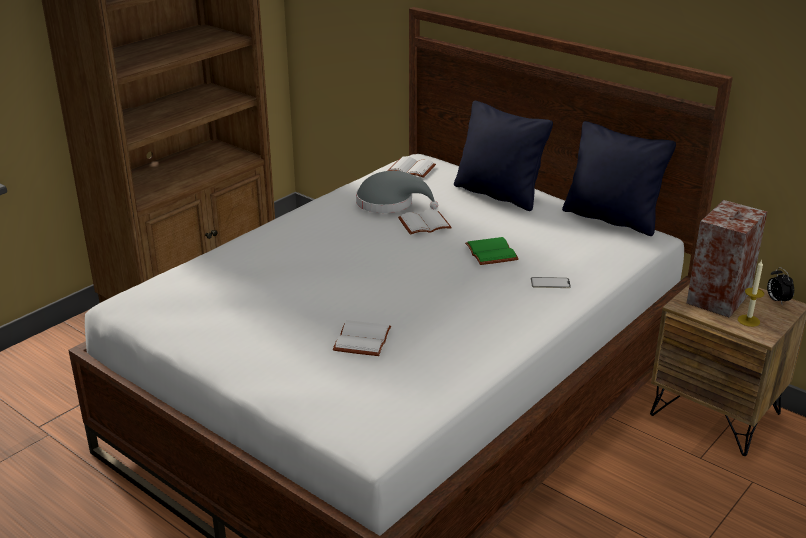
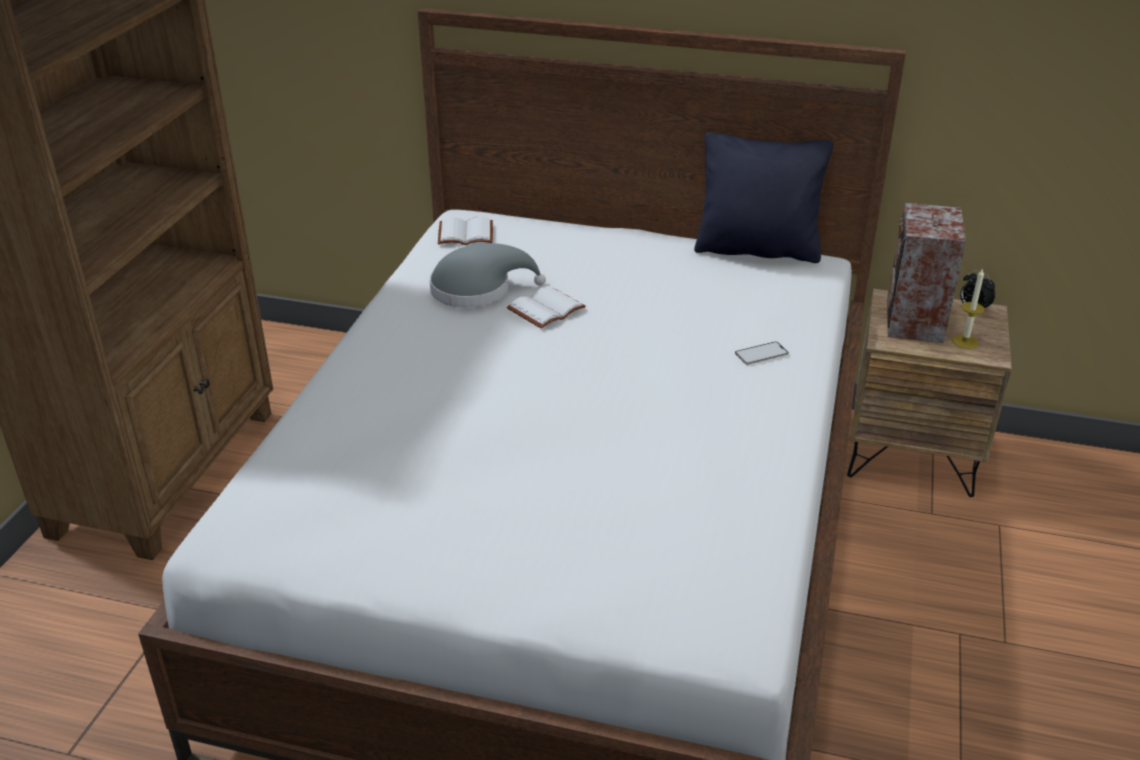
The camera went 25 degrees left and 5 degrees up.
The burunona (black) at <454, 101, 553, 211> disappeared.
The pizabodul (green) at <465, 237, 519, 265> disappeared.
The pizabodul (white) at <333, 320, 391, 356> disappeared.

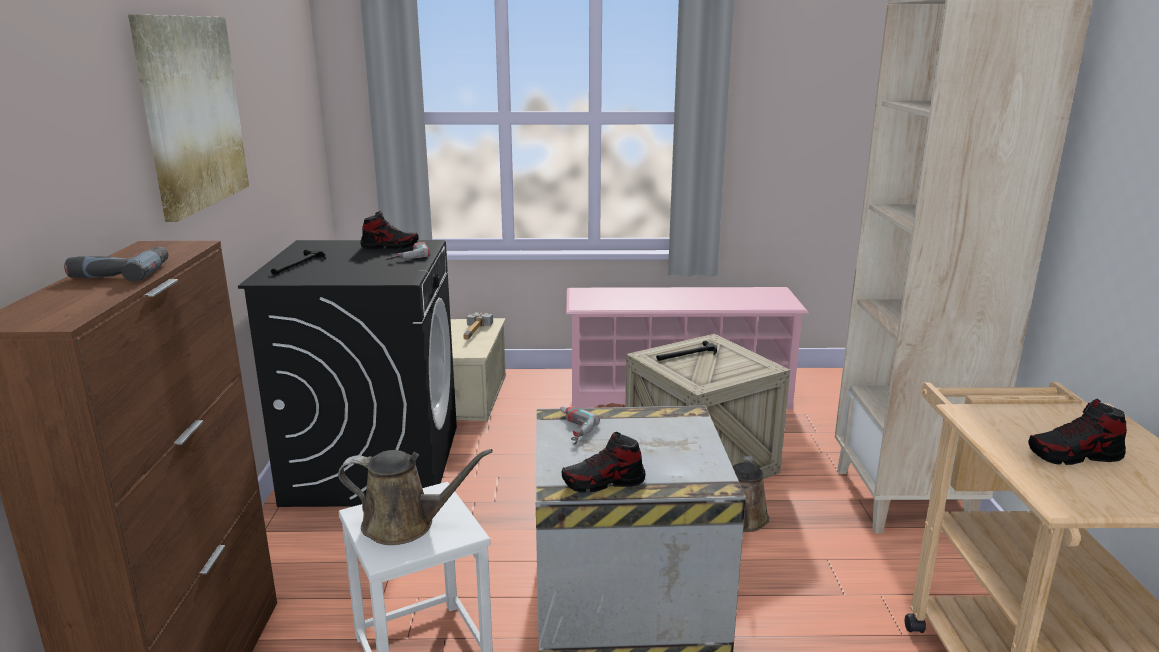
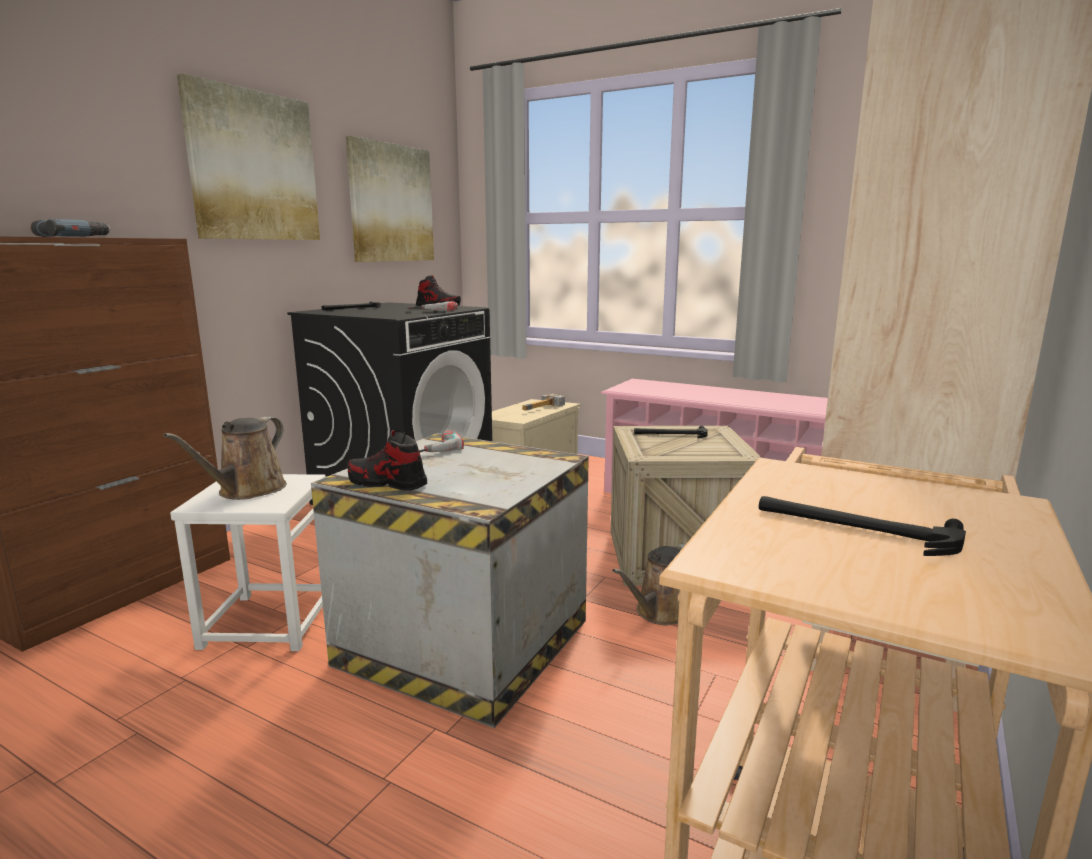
The camera went 30 degrees right and 5 degrees down.
The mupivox at <1028, 399, 1127, 465> was replaced by the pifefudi at <759, 496, 966, 556>.
The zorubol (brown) at <338, 449, 493, 545> turned 75 degrees clockwise.
The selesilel at <346, 136, 434, 262> appeared.

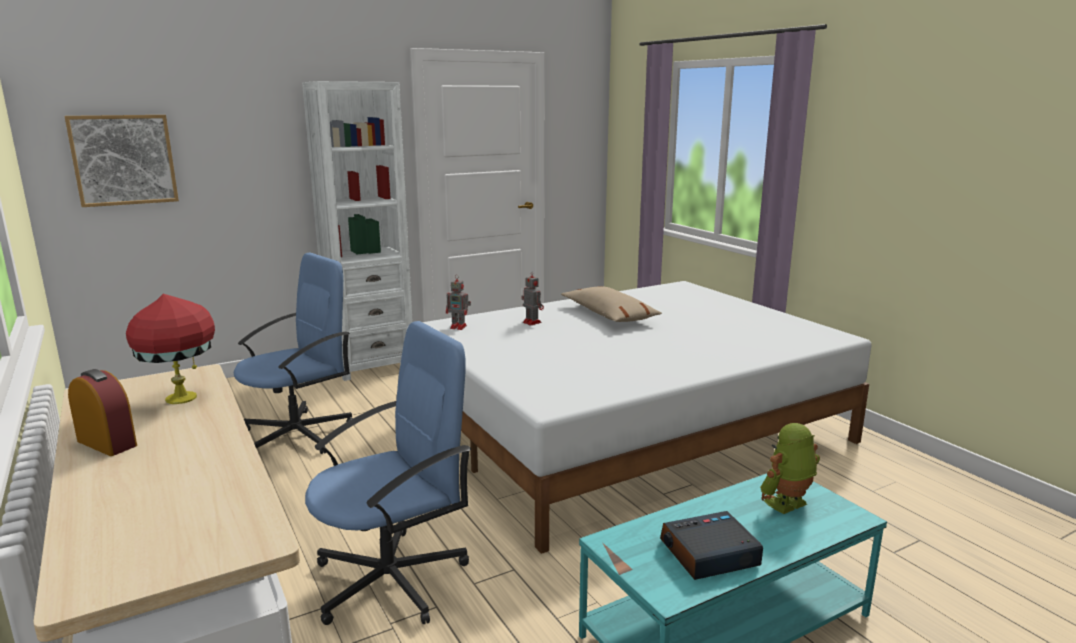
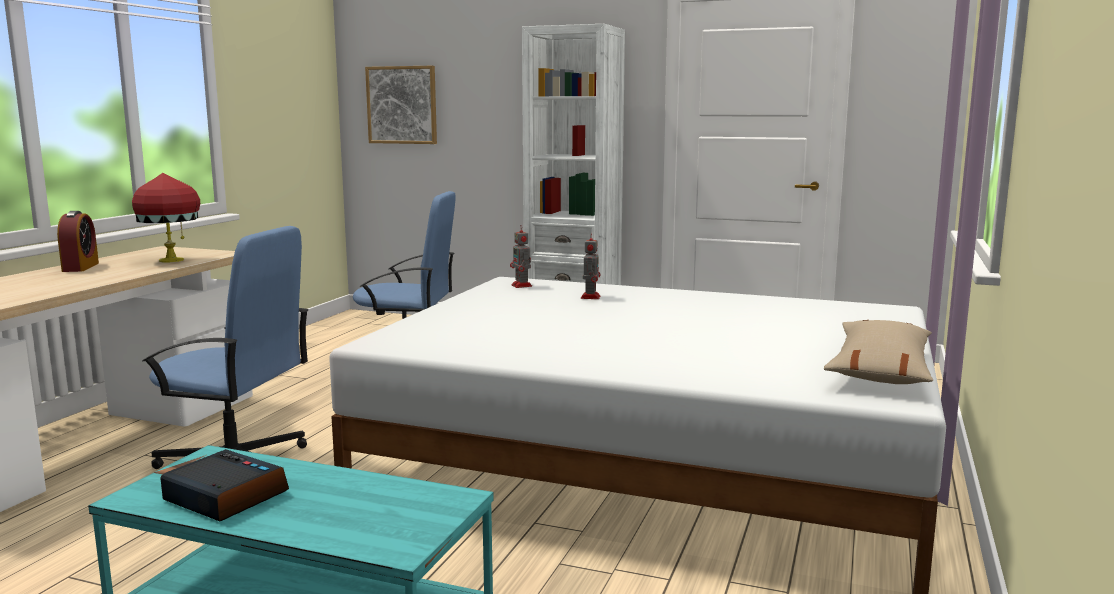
The camera went 50 degrees right and 5 degrees down.
The burunona (beige) moved from <561, 286, 662, 322> to <824, 320, 933, 384>.
The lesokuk at <760, 423, 820, 514> disappeared.

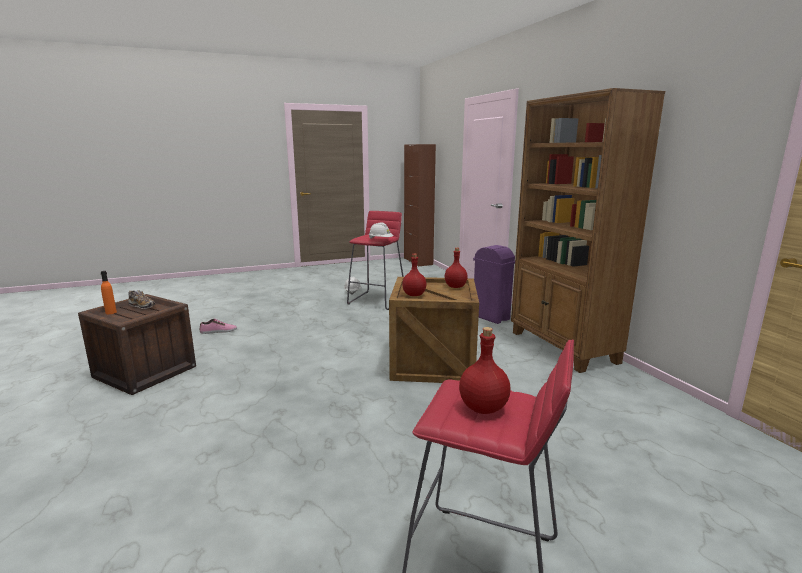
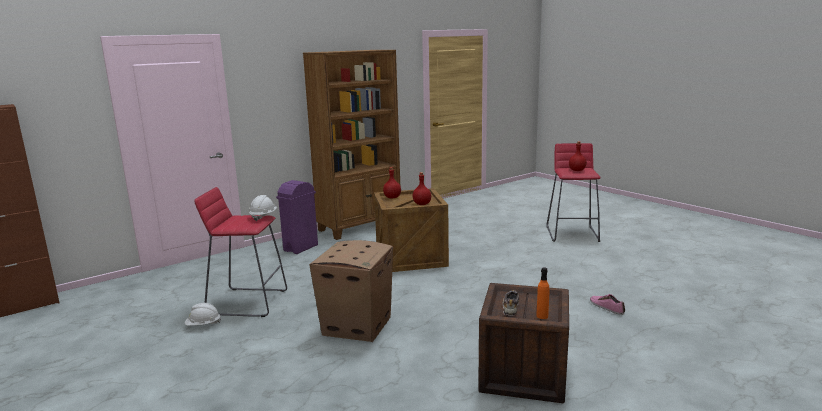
The camera went 105 degrees left and 0 degrees up.
The mupivox moved from <200, 319, 237, 334> to <590, 294, 625, 315>.
The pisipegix at <309, 240, 393, 342> appeared.

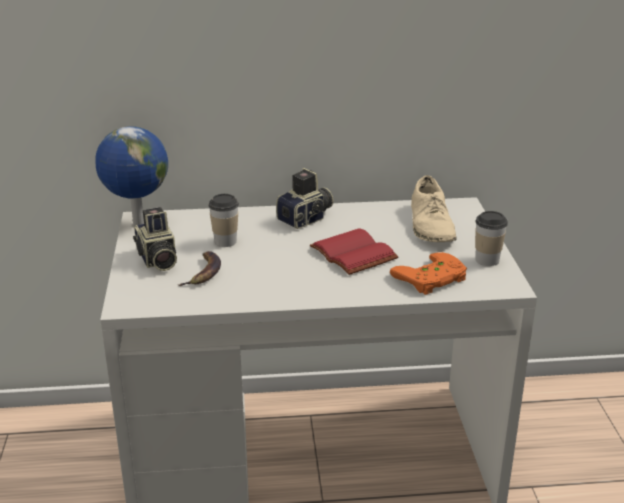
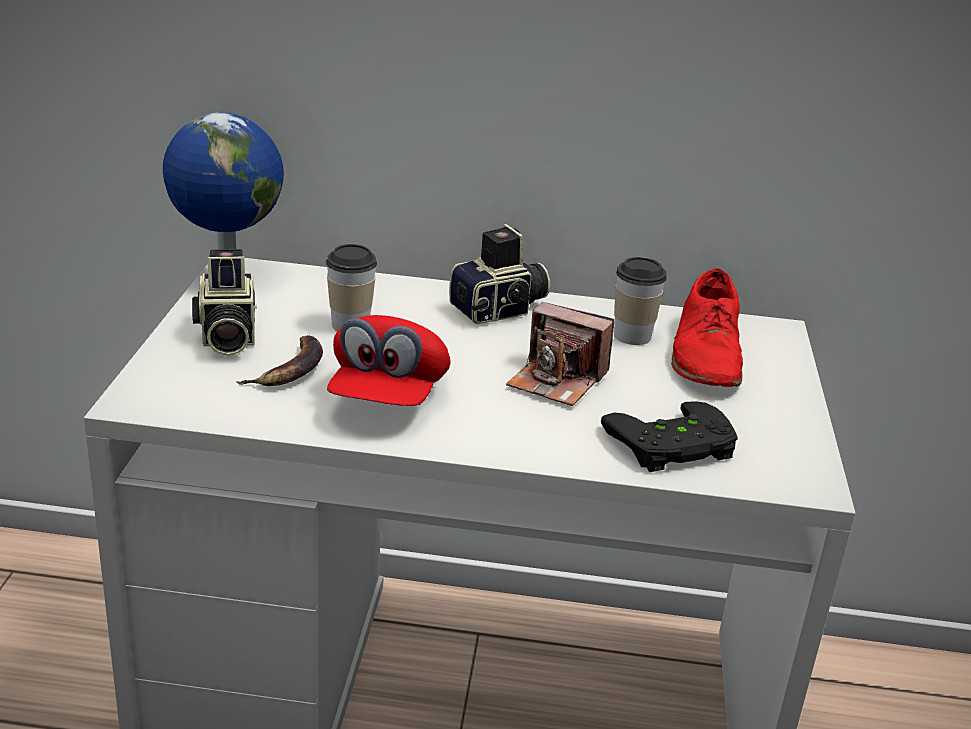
The camera went 10 degrees right and 0 degrees up.
The mupivox (beige) at <411, 175, 457, 242> became the mupivox (red) at <671, 268, 743, 387>.
The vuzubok moved from <475, 211, 508, 266> to <614, 257, 667, 345>.
The pizabodul (red) at <310, 228, 399, 275> was replaced by the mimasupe at <506, 302, 614, 406>.
The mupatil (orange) at <390, 252, 467, 295> became the mupatil (black) at <601, 401, 738, 472>.
The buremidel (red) at <327, 315, 451, 406> appeared.

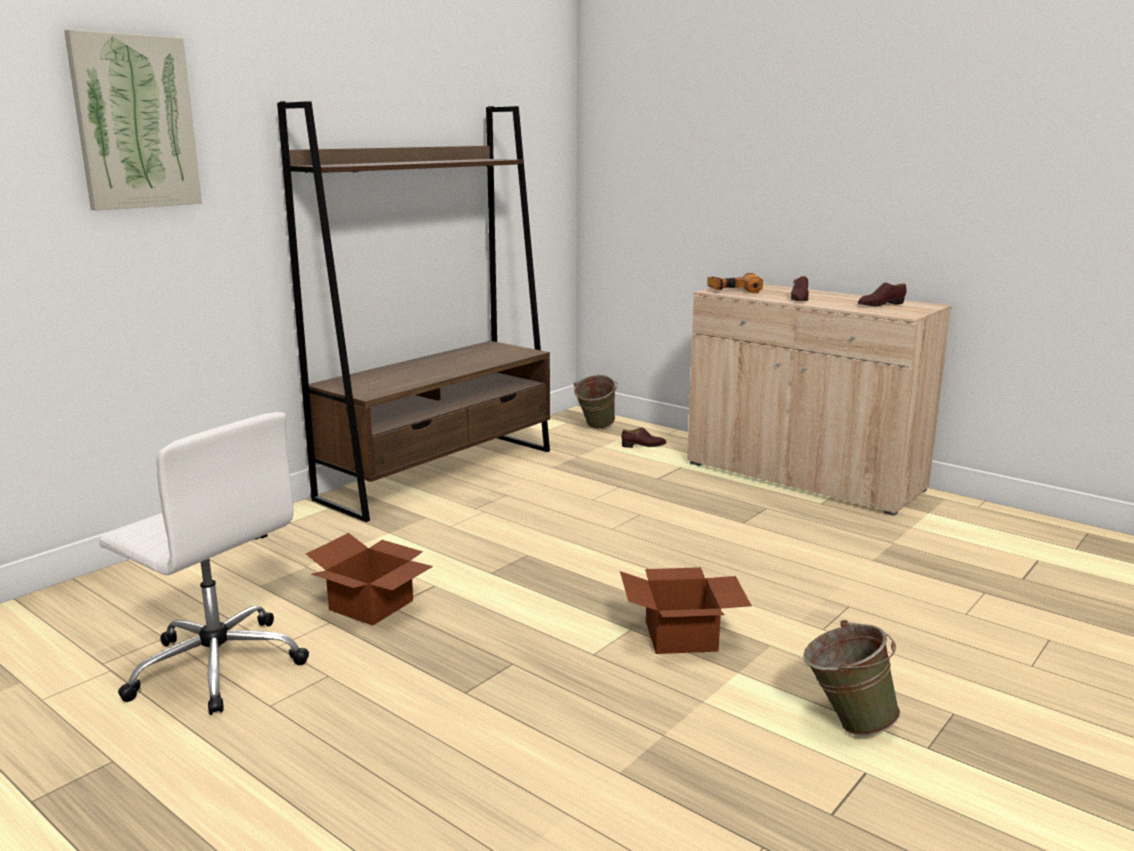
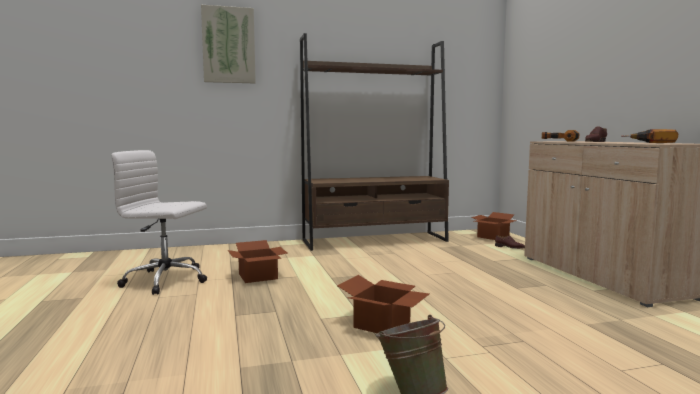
The camera went 35 degrees right and 10 degrees down.
The mupivox (brown) at <858, 283, 907, 306> was replaced by the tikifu at <621, 129, 678, 143>.
The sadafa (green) at <574, 375, 618, 429> was replaced by the pisipegix at <471, 212, 517, 240>.
The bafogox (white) at <99, 412, 309, 715> turned 120 degrees clockwise.

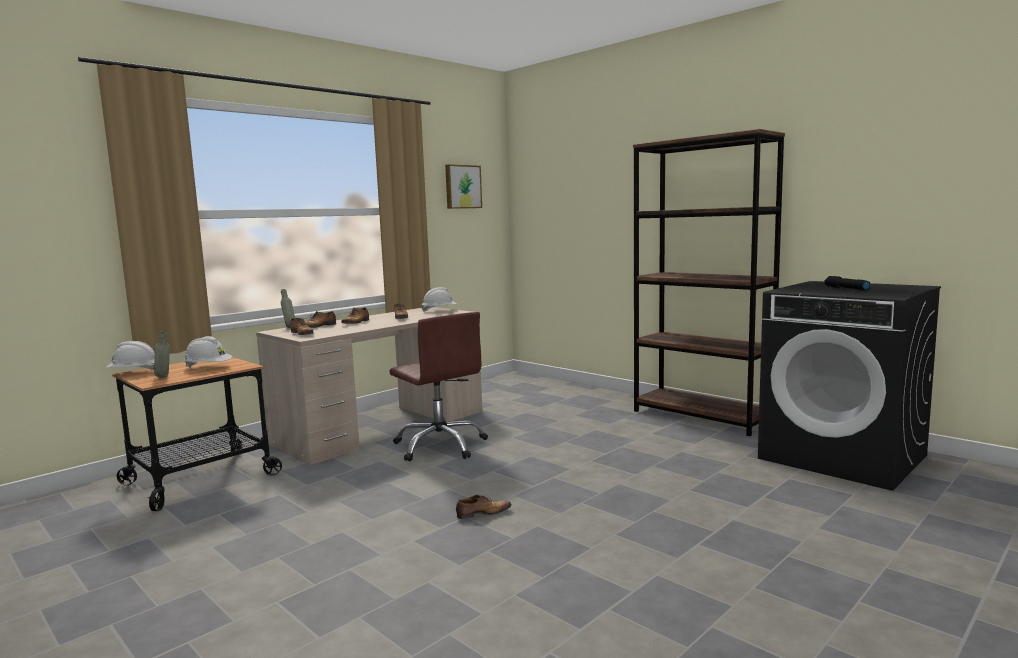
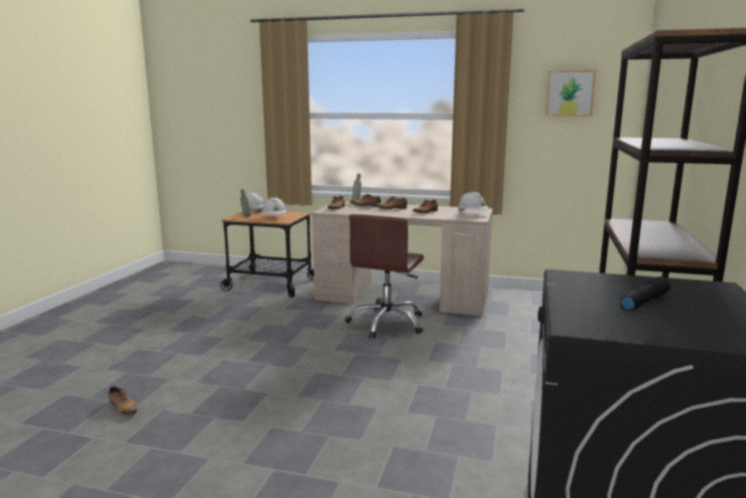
The camera went 60 degrees right and 5 degrees up.
The mupivox moved from <456, 495, 512, 519> to <108, 386, 137, 415>.

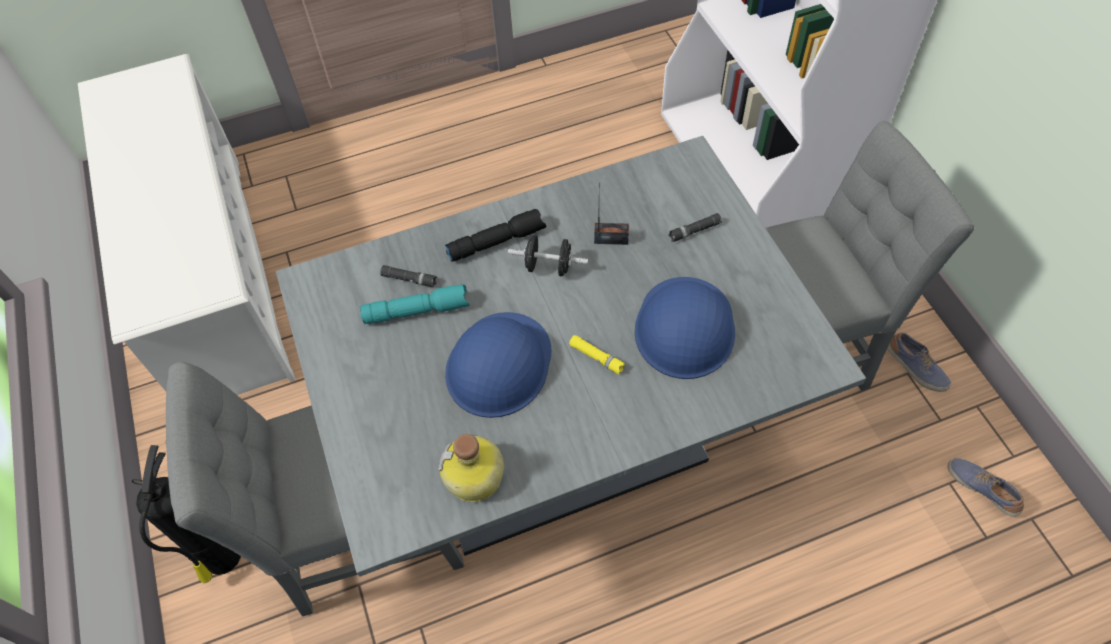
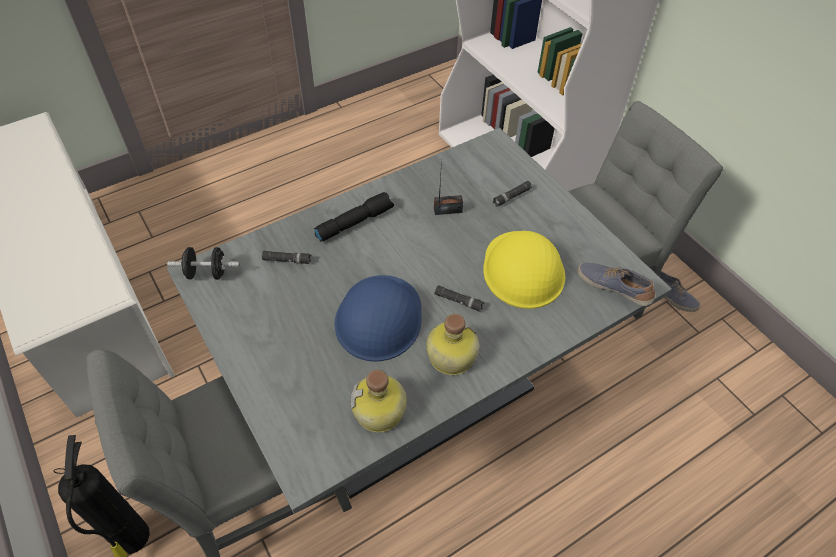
The camera went 15 degrees left and 5 degrees down.
The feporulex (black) moved from <508, 235, 588, 276> to <167, 247, 239, 280>.
The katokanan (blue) at <635, 277, 735, 379> became the katokanan (yellow) at <483, 231, 565, 309>.
The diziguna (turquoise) at <359, 284, 470, 324> disappeared.
The diziguna (yellow) at <569, 335, 625, 375> became the diziguna (black) at <435, 285, 484, 312>.
The mupivox moved from <947, 458, 1024, 517> to <577, 262, 655, 306>.
The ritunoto at <427, 314, 479, 375> appeared.

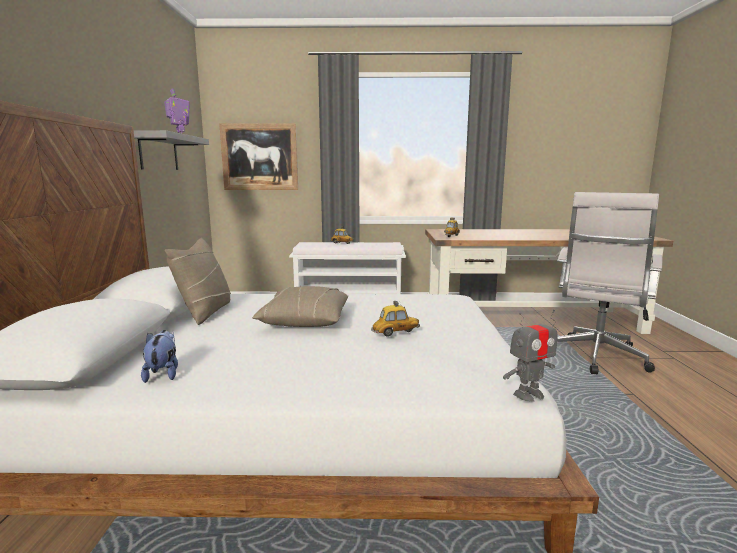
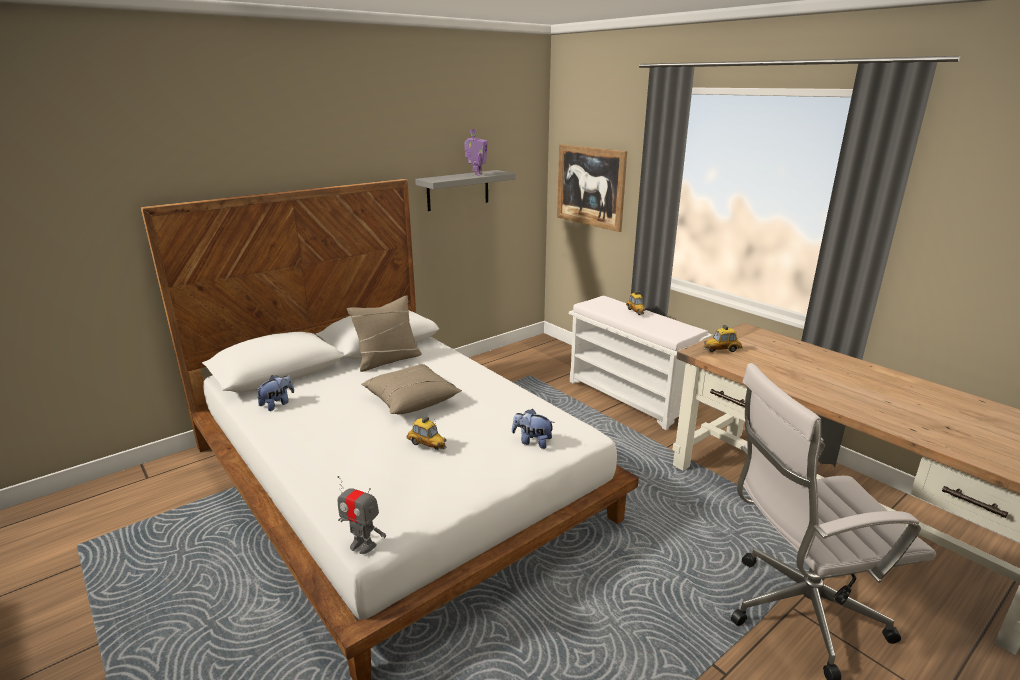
The camera went 50 degrees right and 10 degrees up.
The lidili at <512, 409, 555, 449> appeared.

